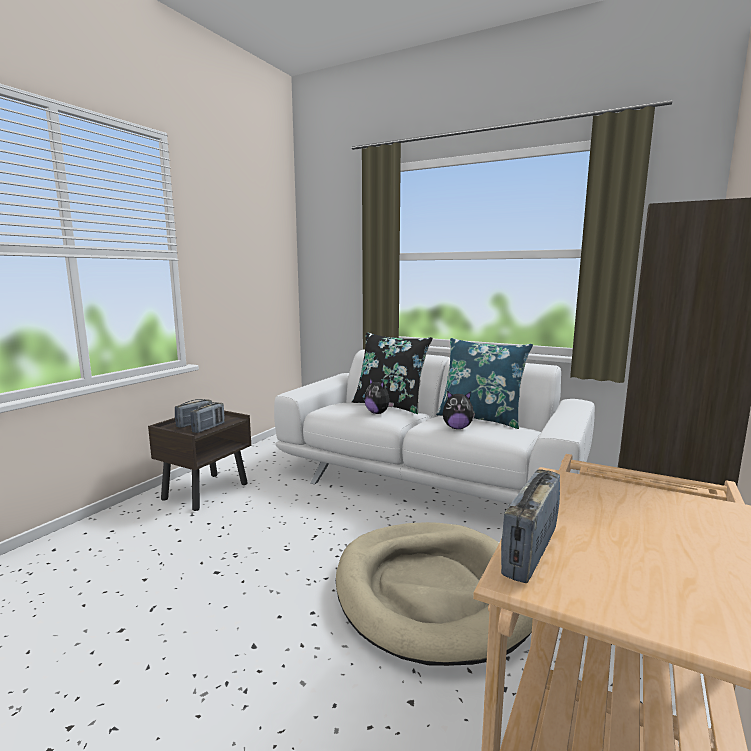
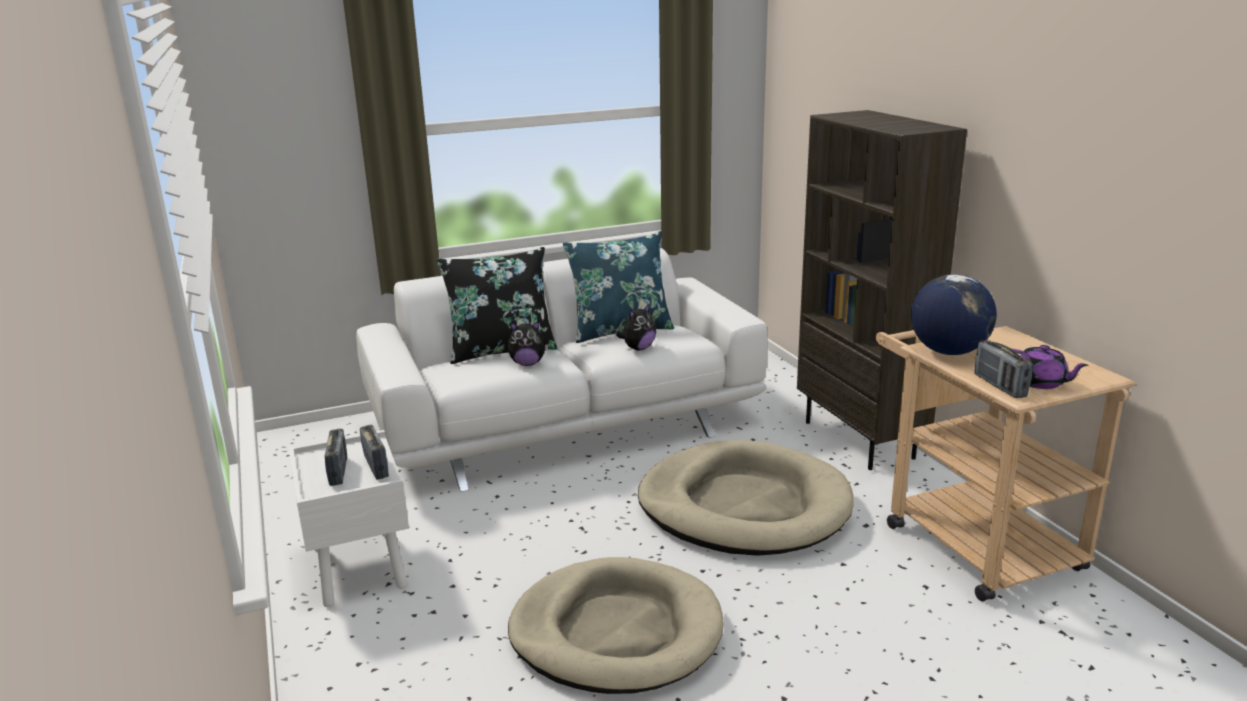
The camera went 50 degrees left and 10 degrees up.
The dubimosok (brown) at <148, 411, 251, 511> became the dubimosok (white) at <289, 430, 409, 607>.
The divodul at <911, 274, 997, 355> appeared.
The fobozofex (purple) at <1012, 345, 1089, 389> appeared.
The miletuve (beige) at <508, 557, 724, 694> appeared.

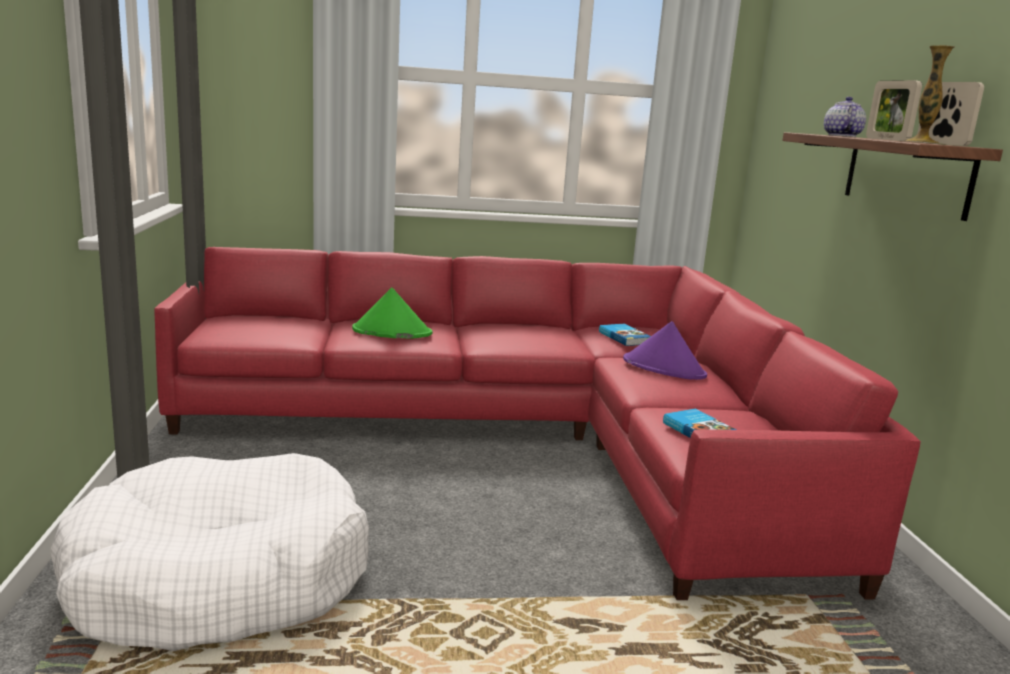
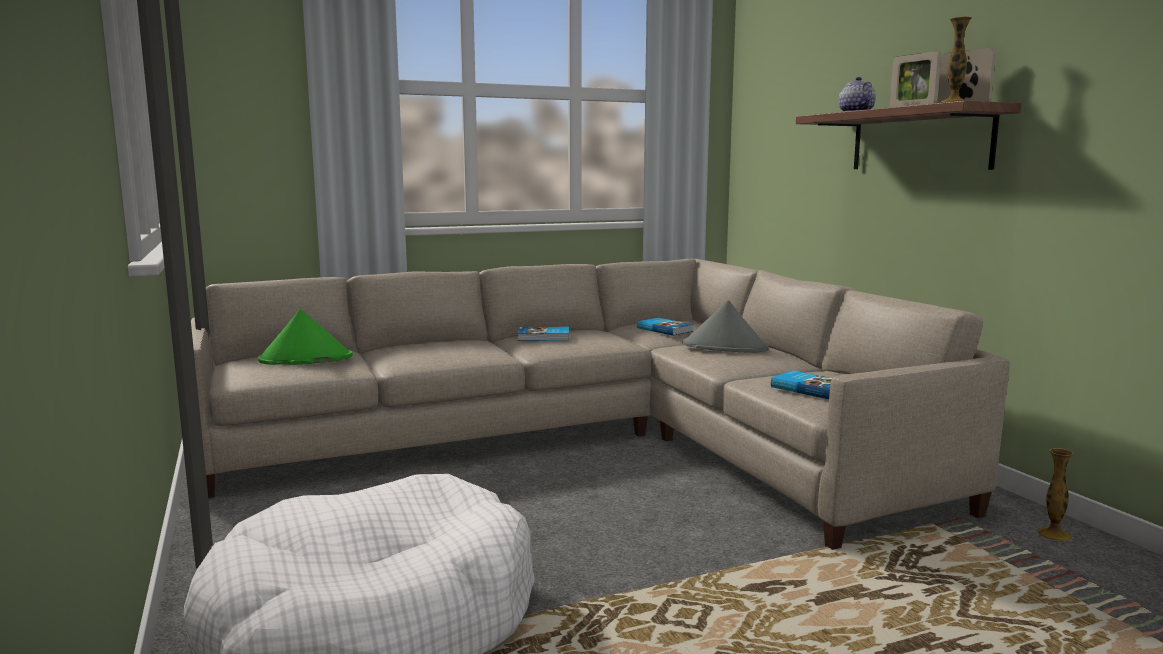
The camera went 15 degrees left and 5 degrees down.
The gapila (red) at <154, 247, 921, 600> became the gapila (beige) at <191, 259, 1010, 550>.
The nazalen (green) moved from <352, 287, 433, 338> to <258, 309, 353, 365>.
The nazalen (purple) at <623, 321, 707, 380> became the nazalen (grey) at <682, 300, 769, 353>.
The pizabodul at <518, 327, 569, 341> appeared.
The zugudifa at <1037, 448, 1074, 541> appeared.

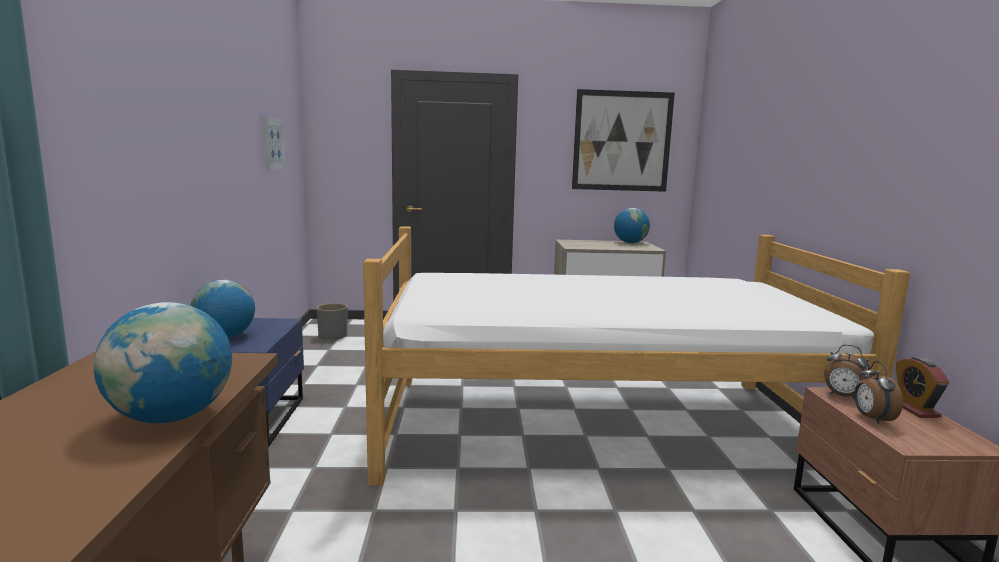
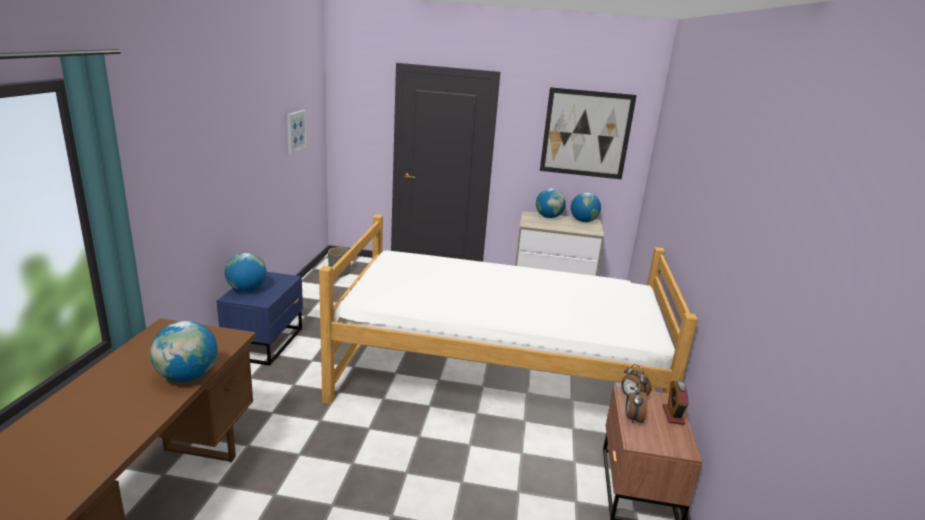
The camera went 10 degrees right and 10 degrees up.
The divodul at <536, 188, 566, 218> appeared.

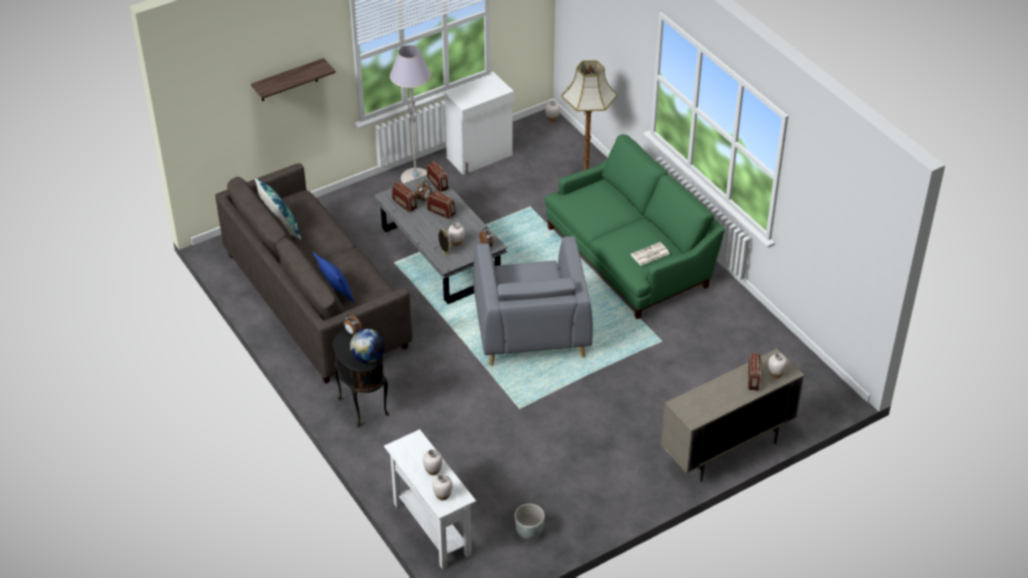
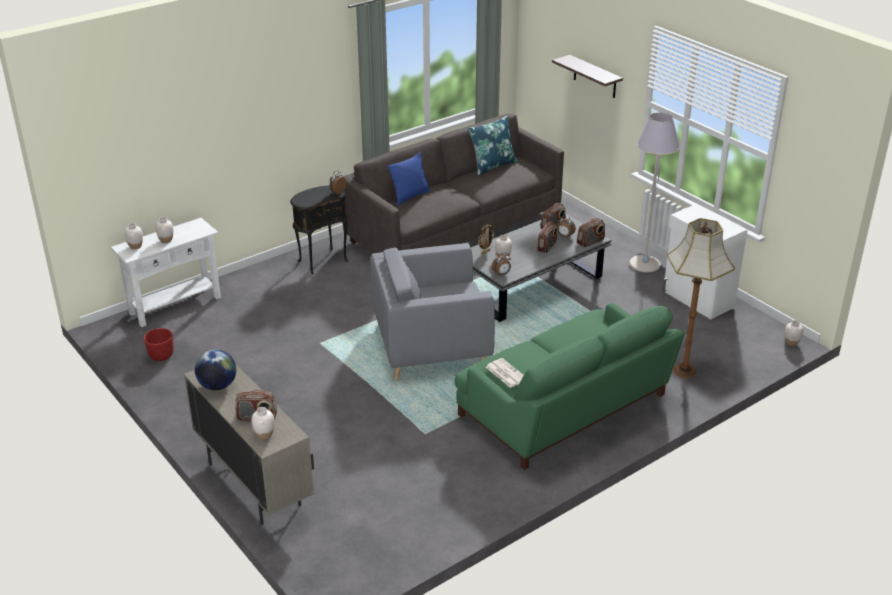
The camera went 85 degrees right and 10 degrees down.
The divodul moved from <350, 329, 385, 364> to <195, 349, 236, 390>.
The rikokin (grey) at <514, 504, 545, 540> became the rikokin (red) at <144, 328, 174, 361>.

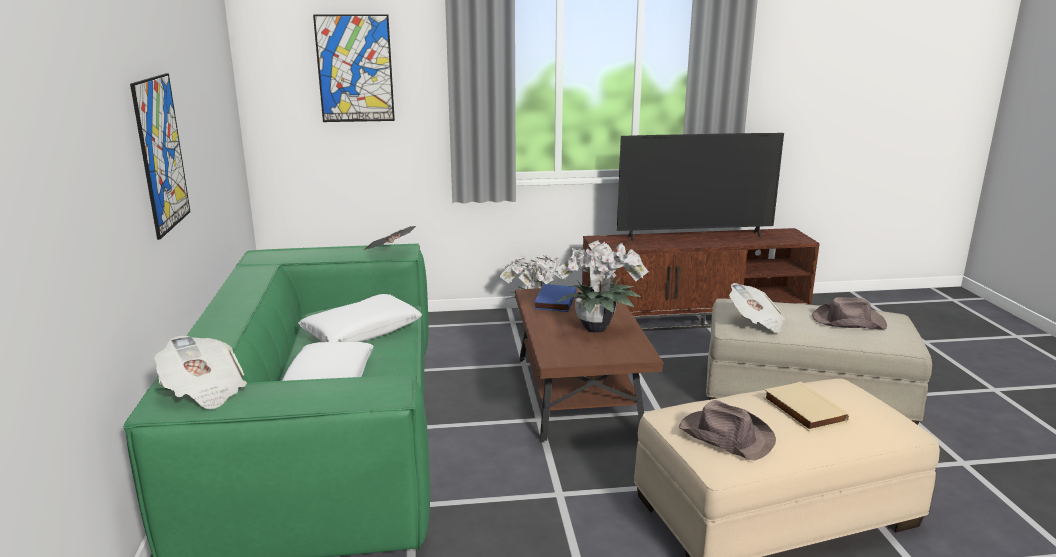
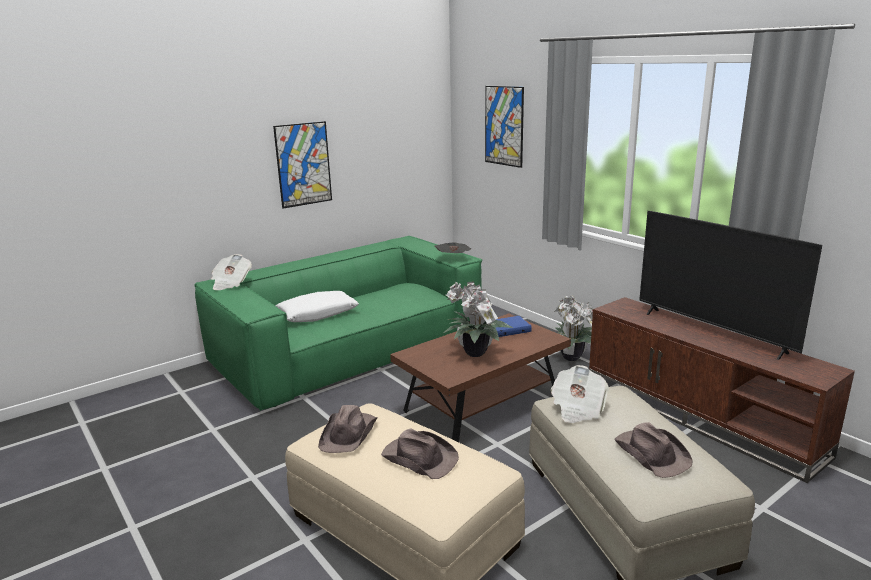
The camera went 60 degrees right and 0 degrees up.
The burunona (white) at <298, 294, 422, 342> disappeared.
The pizabodul (beige) at <763, 381, 849, 431> was replaced by the nazalen (brown) at <381, 428, 459, 479>.

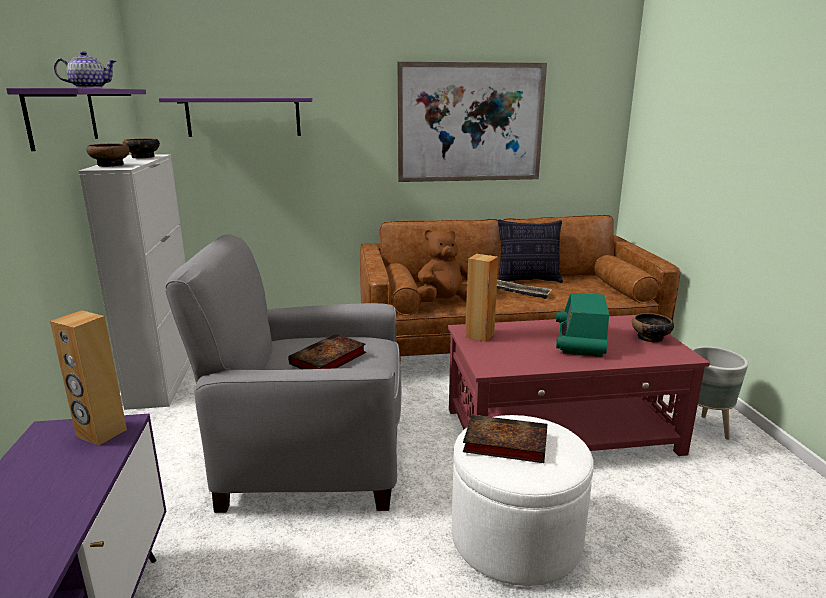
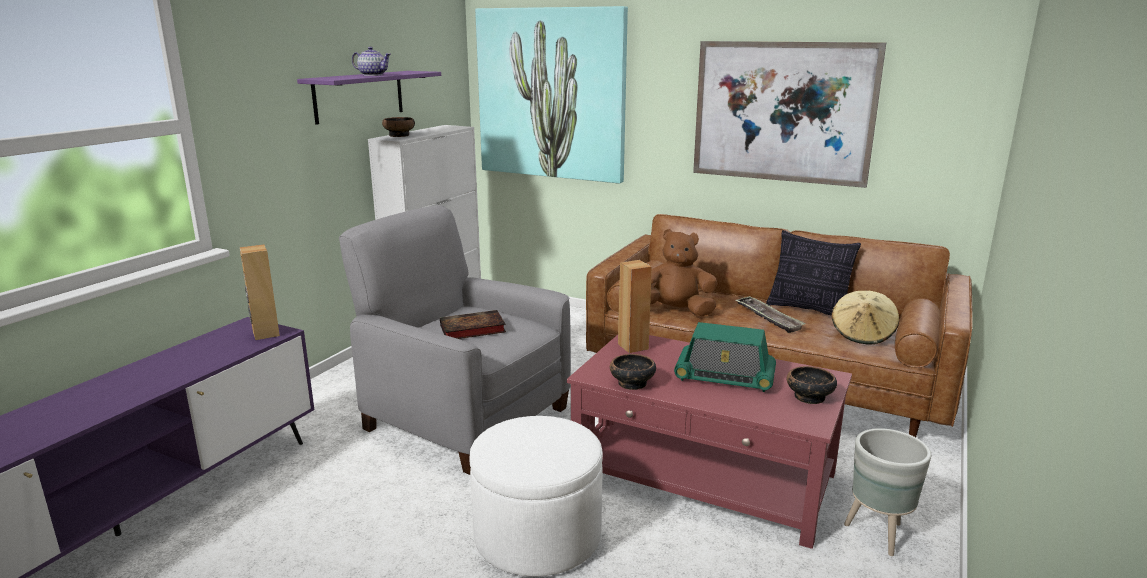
The camera went 35 degrees right and 0 degrees up.
The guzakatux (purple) at <159, 98, 313, 137> was replaced by the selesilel at <475, 6, 628, 183>.
The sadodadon moved from <122, 138, 160, 158> to <610, 354, 656, 390>.
The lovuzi at <556, 293, 609, 357> turned 120 degrees counterclockwise.
The pizabodul at <463, 415, 547, 463> disappeared.
The nazalen (beige) at <831, 291, 899, 345> appeared.

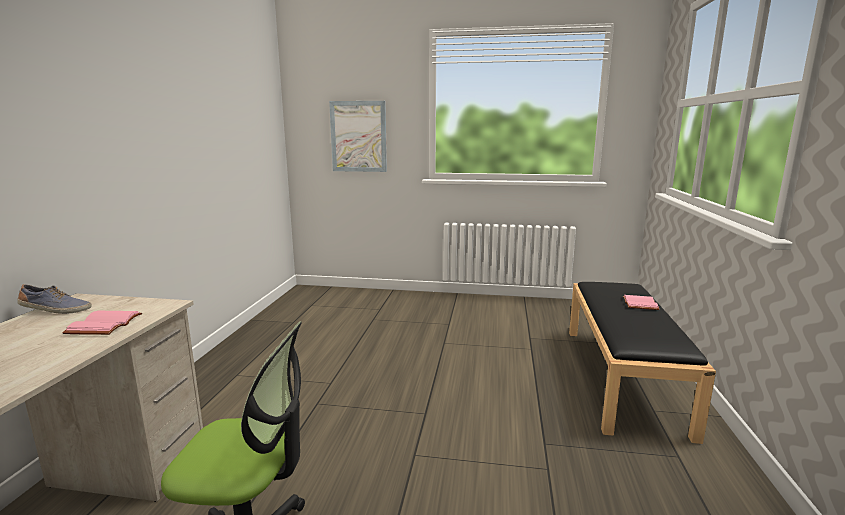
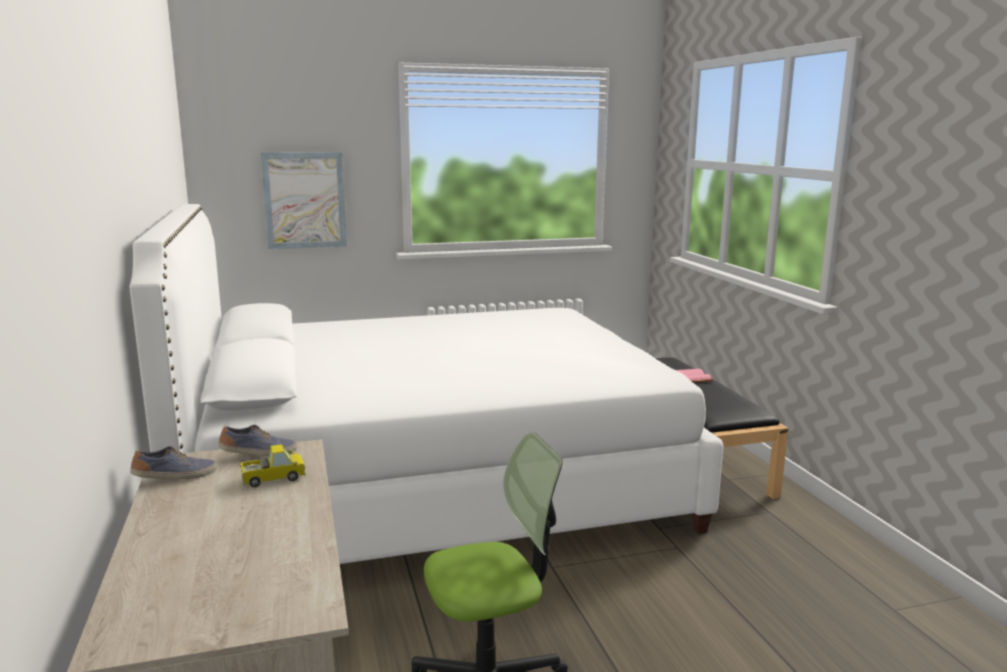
The camera went 25 degrees left and 0 degrees up.
The pizabodul (pink) at <62, 311, 142, 335> was replaced by the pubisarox at <240, 444, 306, 488>.
The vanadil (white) at <130, 204, 723, 564> appeared.
The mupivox at <218, 425, 297, 456> appeared.

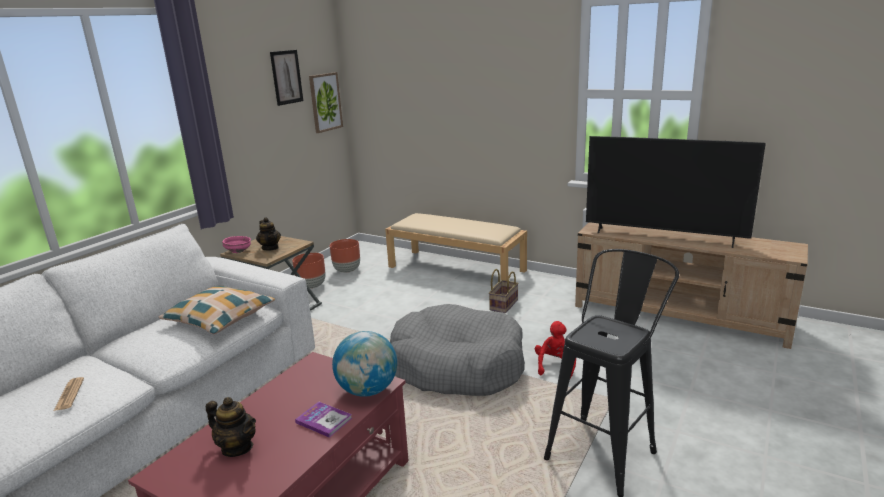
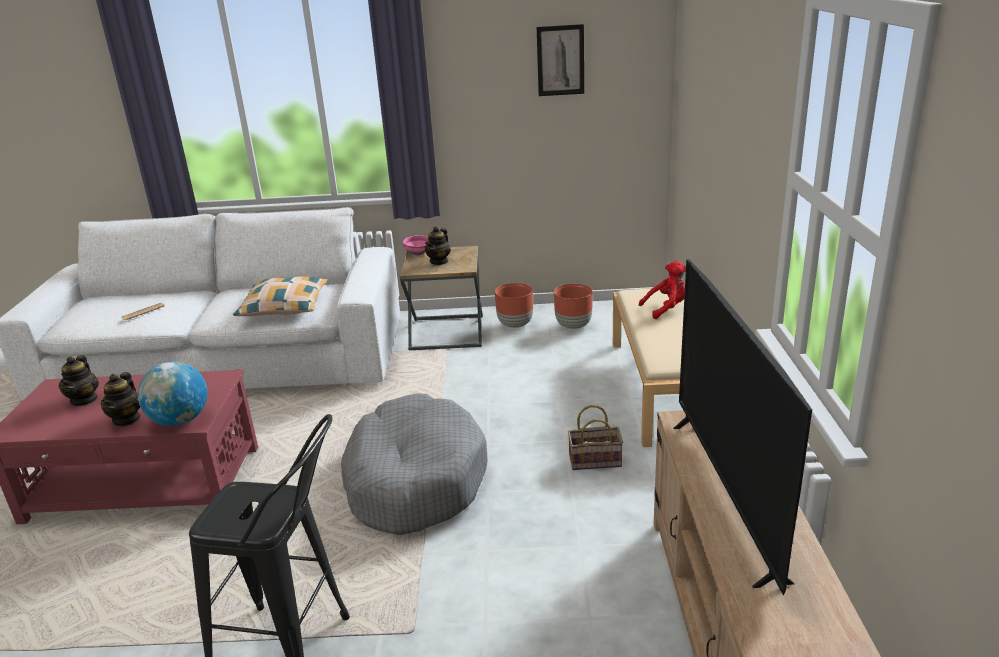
The camera went 60 degrees right and 5 degrees up.
The selesilel at <309, 72, 343, 133> disappeared.
The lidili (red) moved from <535, 321, 576, 378> to <639, 261, 686, 319>.
The pizabodul at <295, 402, 352, 438> was replaced by the fobozofex at <101, 372, 141, 426>.

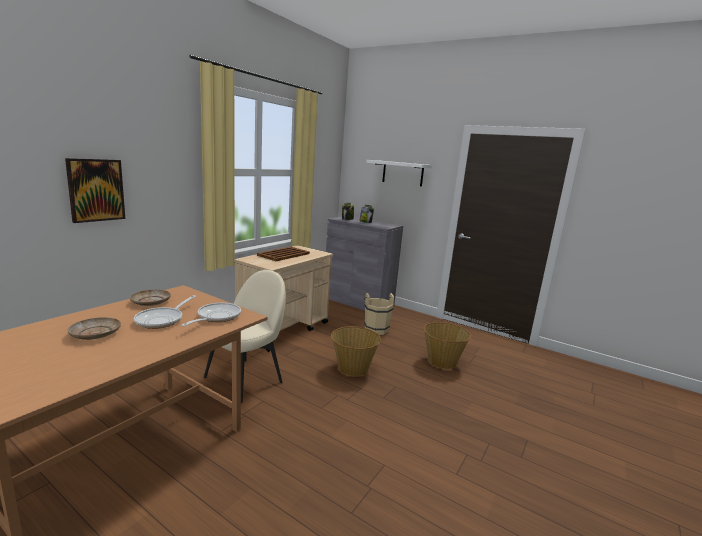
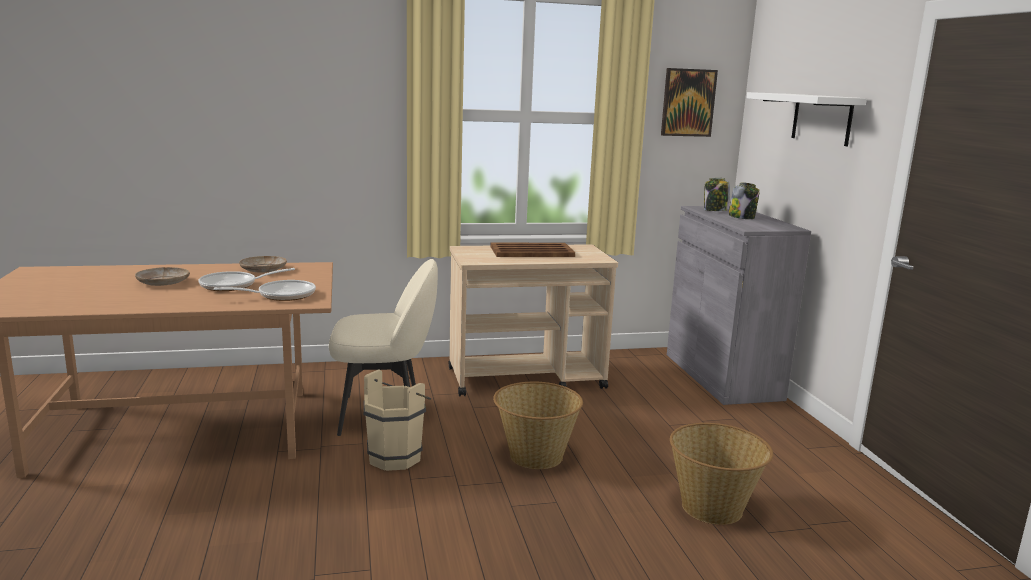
The camera went 45 degrees right and 0 degrees up.
The selesilel moved from <65, 158, 125, 223> to <661, 68, 718, 137>.
The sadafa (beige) moved from <364, 293, 394, 335> to <363, 369, 431, 471>.

